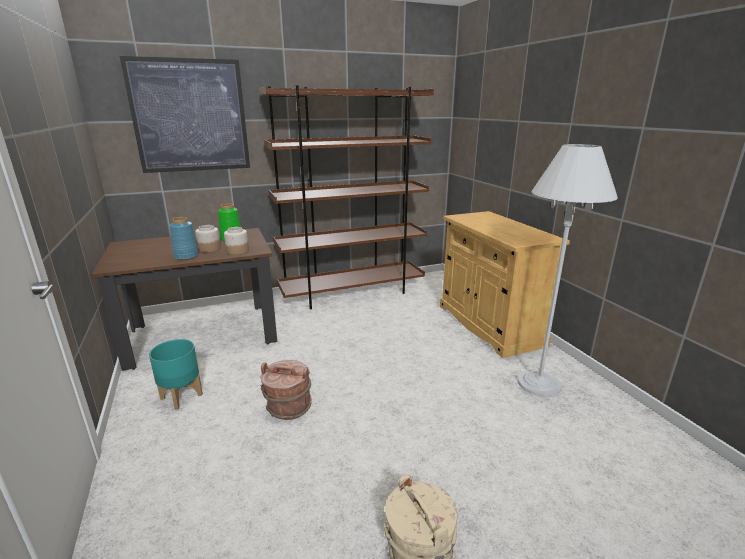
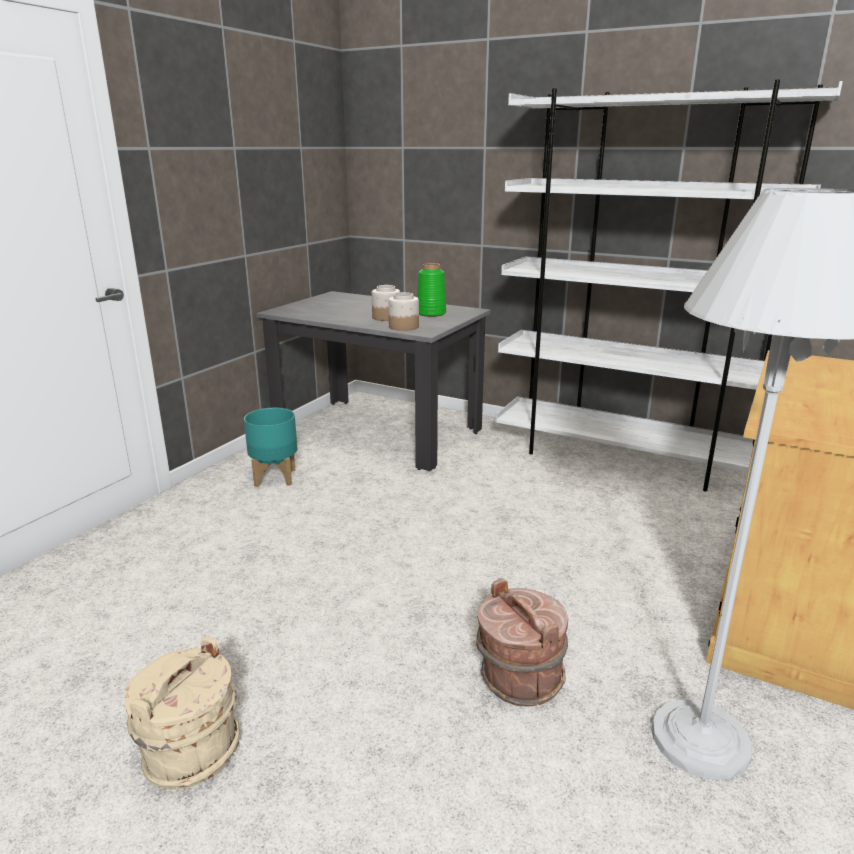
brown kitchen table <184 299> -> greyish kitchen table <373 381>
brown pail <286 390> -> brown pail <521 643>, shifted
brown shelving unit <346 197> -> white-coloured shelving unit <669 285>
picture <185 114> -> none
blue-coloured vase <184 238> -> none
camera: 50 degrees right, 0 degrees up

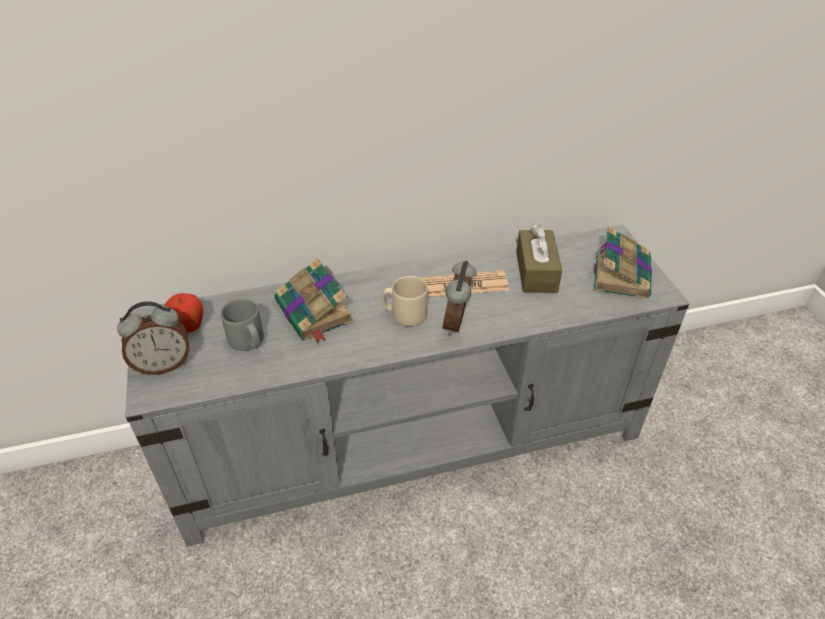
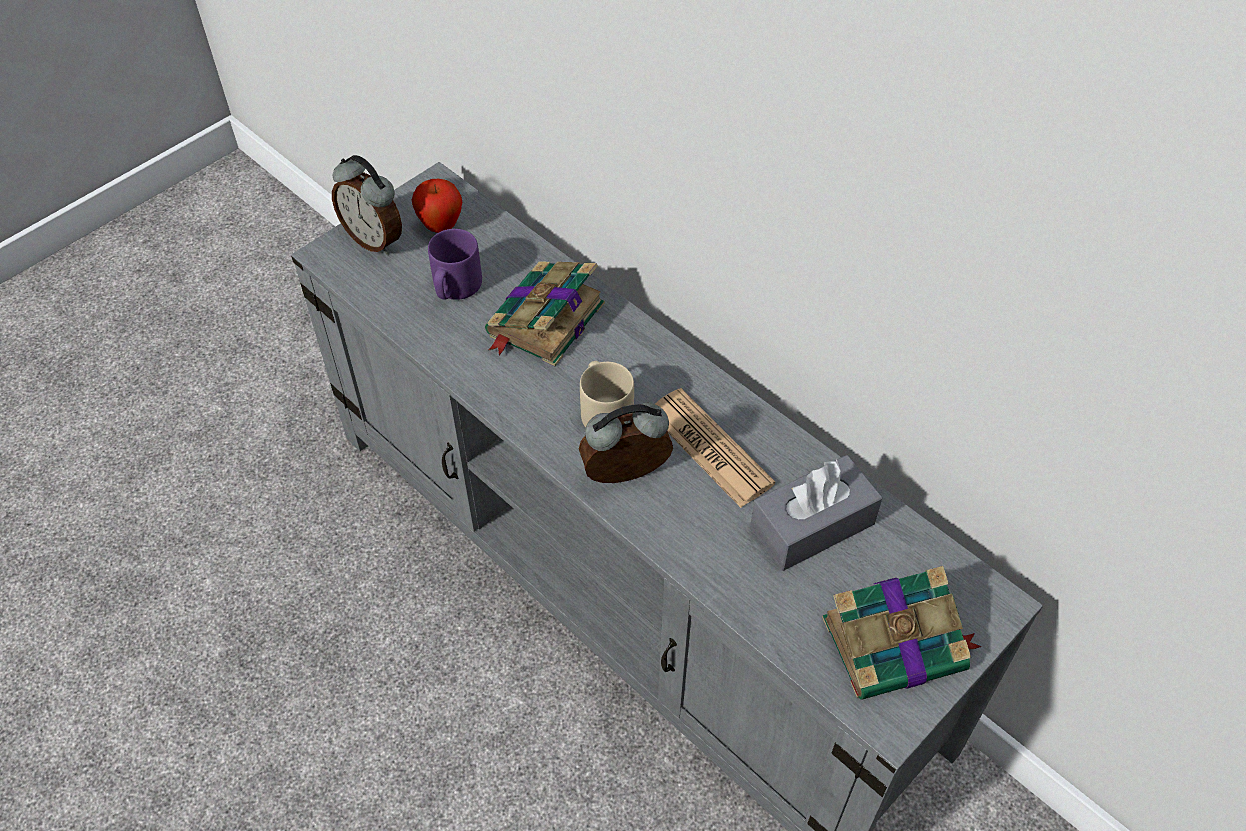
greyish coffee mug <242 324> -> purple-coloured coffee mug <455 264>
brown tissue box <539 258> -> greyish tissue box <816 513>
camera: 60 degrees right, 10 degrees up

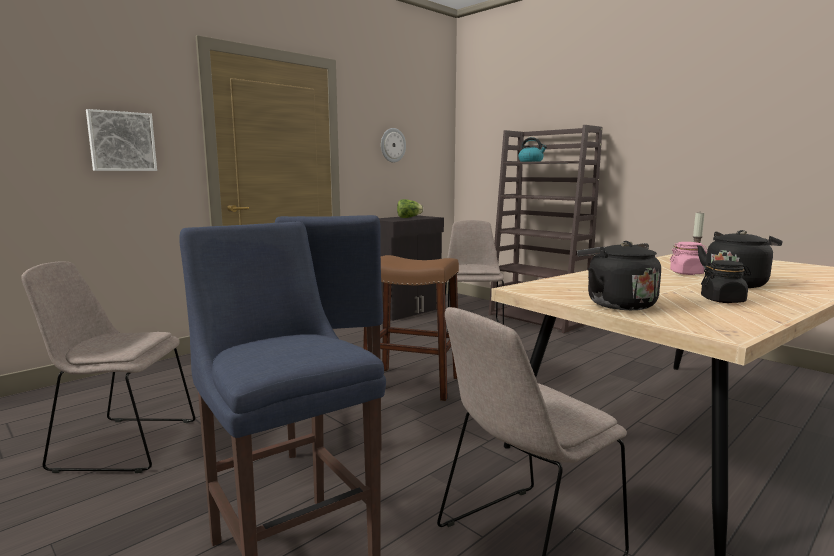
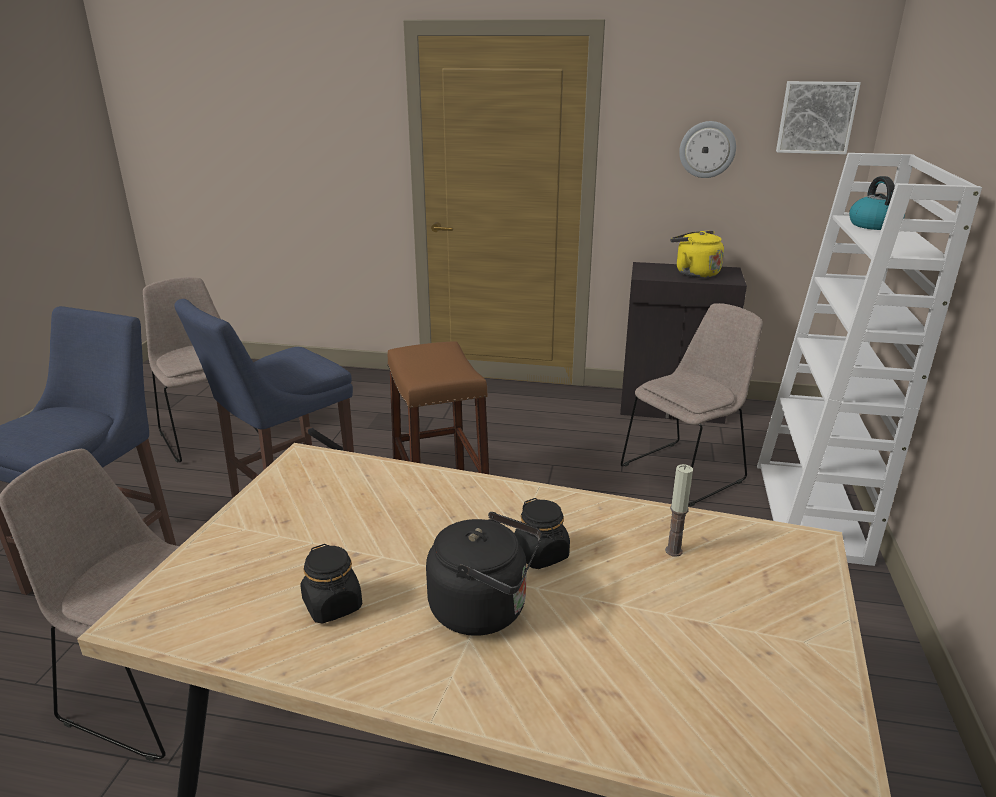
pink preserve jar <688 258> -> black preserve jar <542 533>
lettuce head <410 208> -> yellowish kettle <697 254>
brown shelving unit <545 229> -> white-coloured shelving unit <869 359>
picture <121 140> -> picture <818 117>, shifted
black kettle <619 275> -> none
camera: 55 degrees right, 15 degrees up

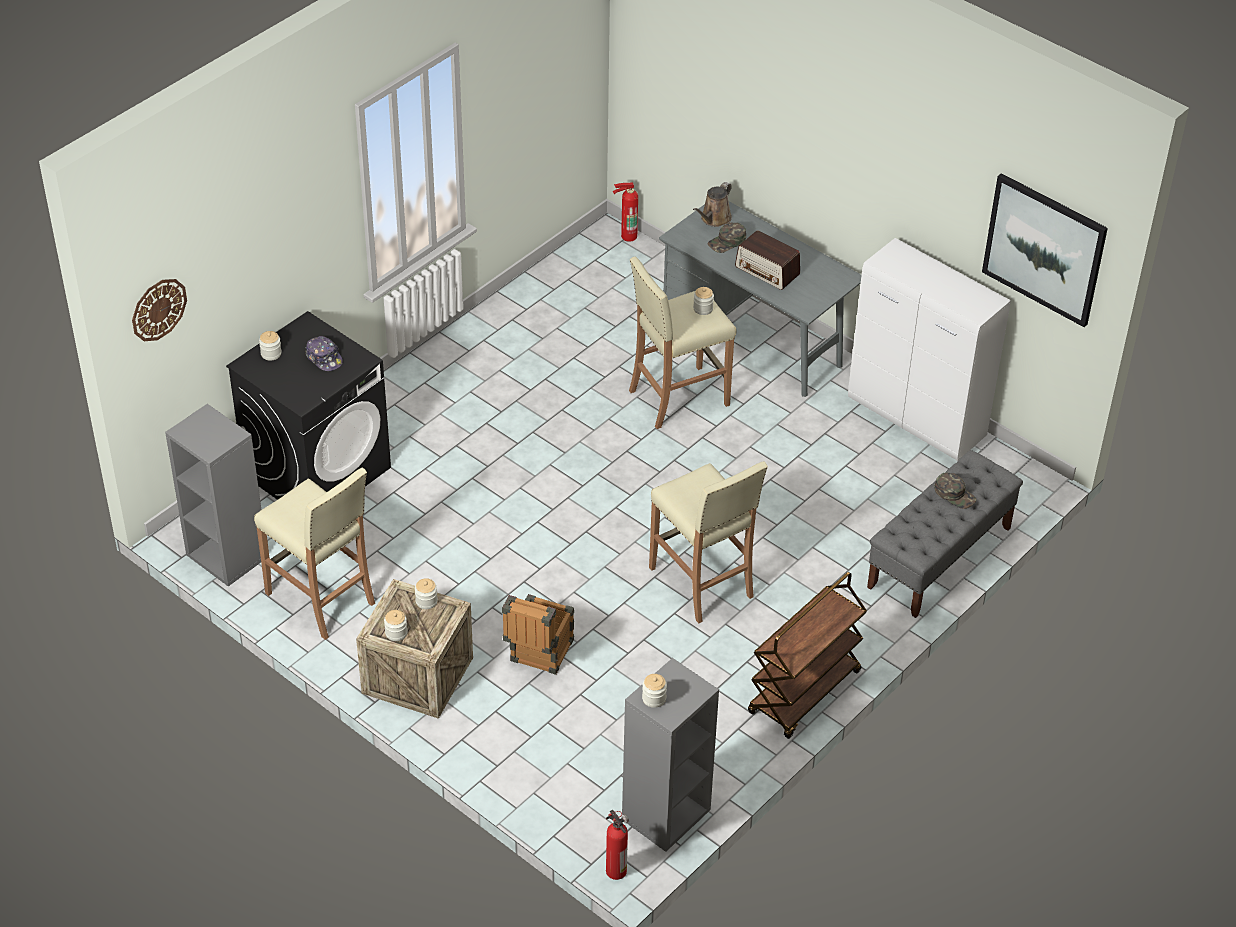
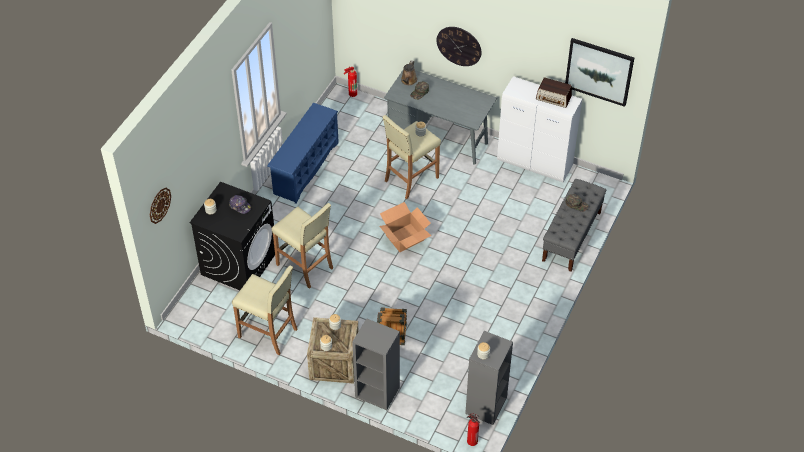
none -> blue-coloured shoe rack <303 153>
beige stool seat <708 542> -> beige stool seat <302 246>, shifted
greyish shelving unit <213 495> -> greyish shelving unit <376 364>, shifted
none -> cardboard box <405 227>
none -> wall clock <459 46>
radio <767 260> -> radio <554 93>, shifted
brown wheeled cart <807 655> -> none
camera: 15 degrees left, 5 degrees up

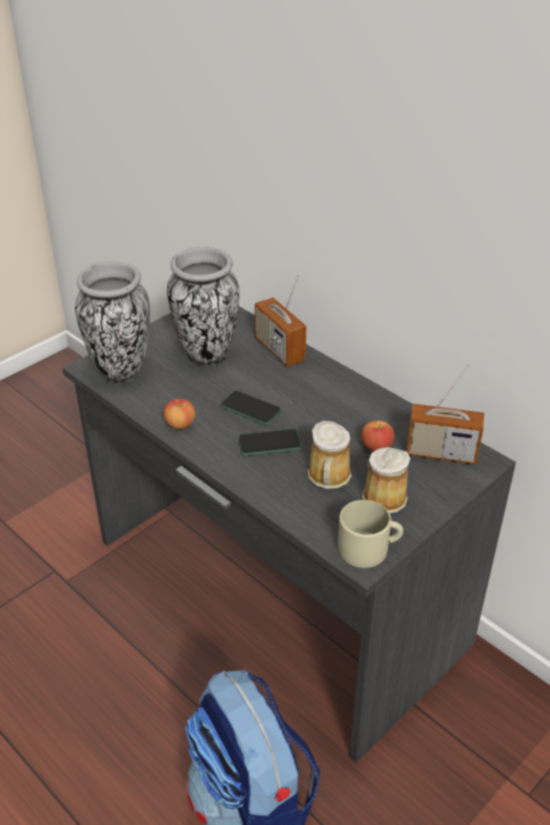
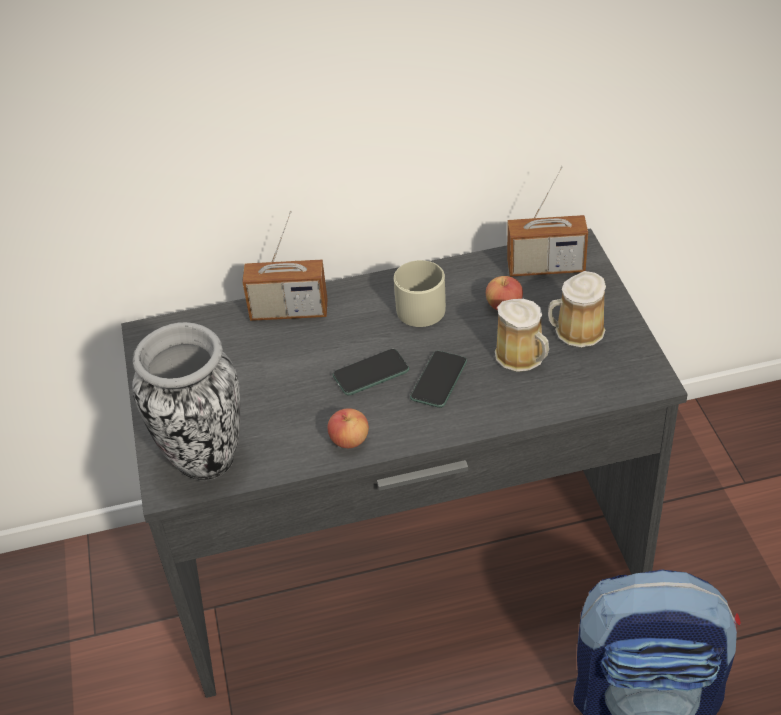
beige coffee mug <370 534> -> beige coffee mug <420 293>, shifted
radio <445 414> -> radio <547 221>, 45 degrees clockwise
vase <203 307> -> none
camera: 55 degrees left, 5 degrees up

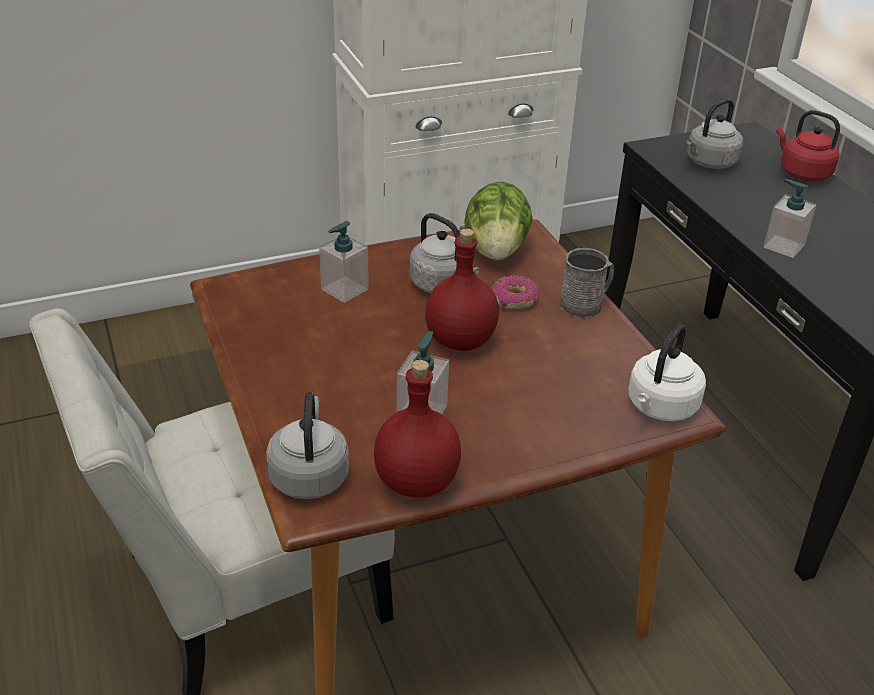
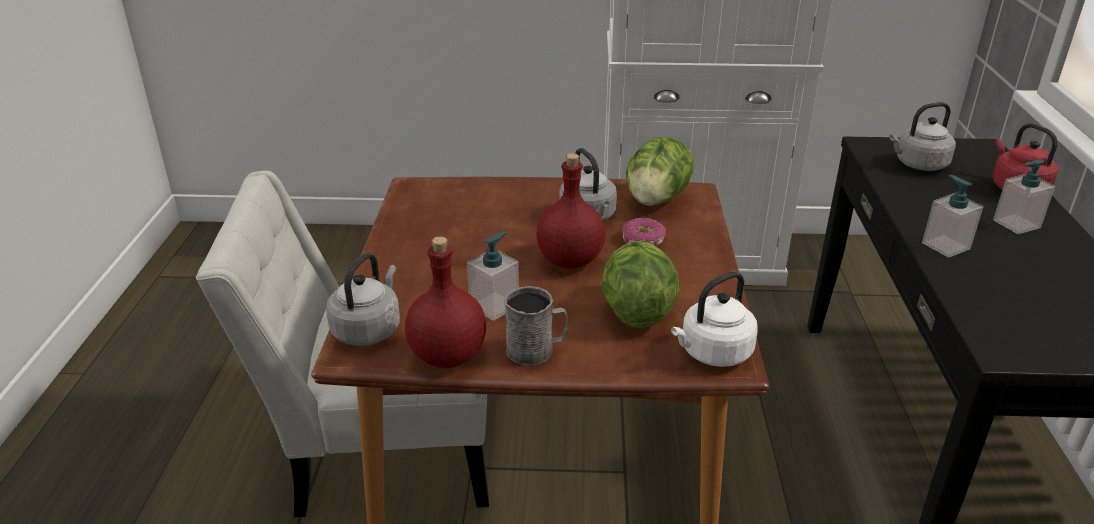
greyish coffee mug <587 283> -> greyish coffee mug <536 326>, shifted
none -> lettuce head <641 284>
soap dispenser <344 262> -> soap dispenser <1024 196>, shifted
camera: 25 degrees right, 5 degrees down

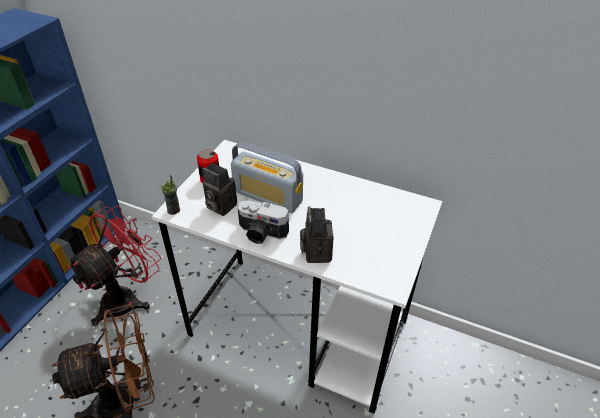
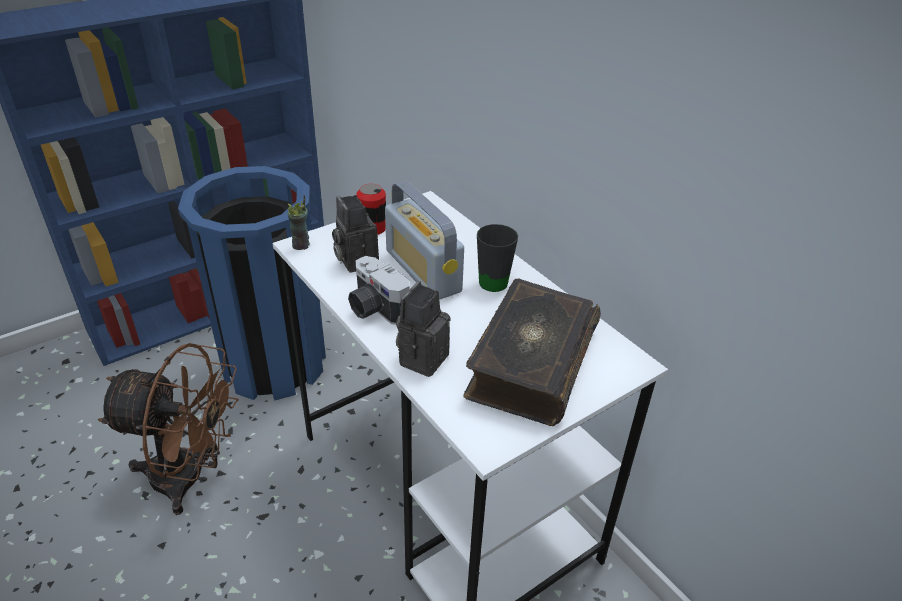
reddish cooling fan <114 266> -> blue-coloured rubbish bin <252 283>
none -> volume <532 352>
none -> black coffee mug <497 258>
camera: 30 degrees right, 5 degrees down

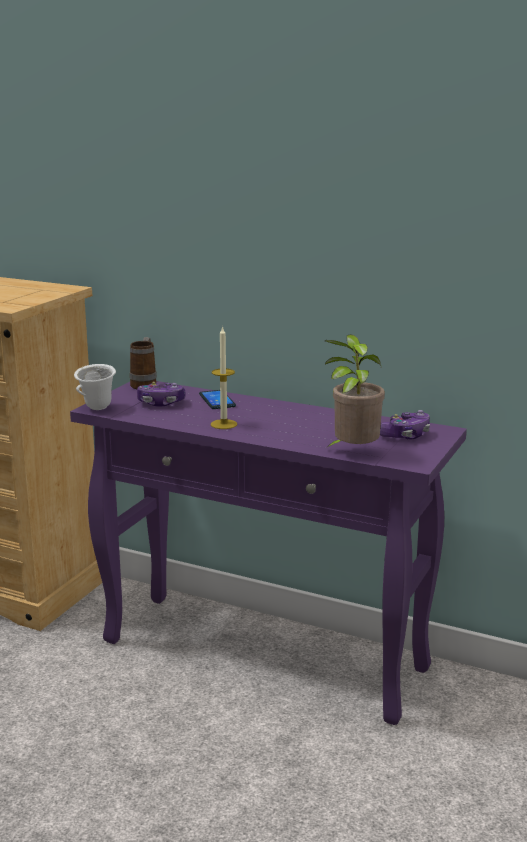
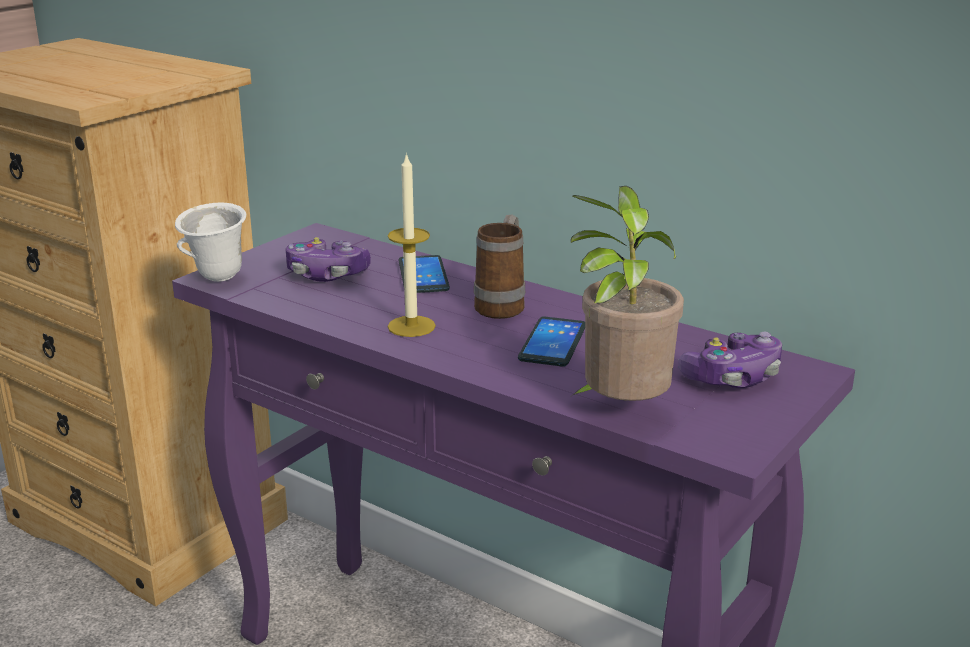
coffee mug <143 363> -> coffee mug <499 267>, shifted
none -> telephone <551 341>
camera: 10 degrees right, 5 degrees up

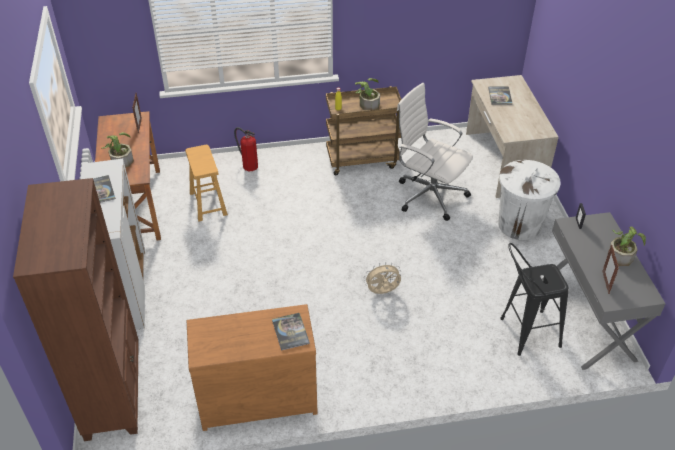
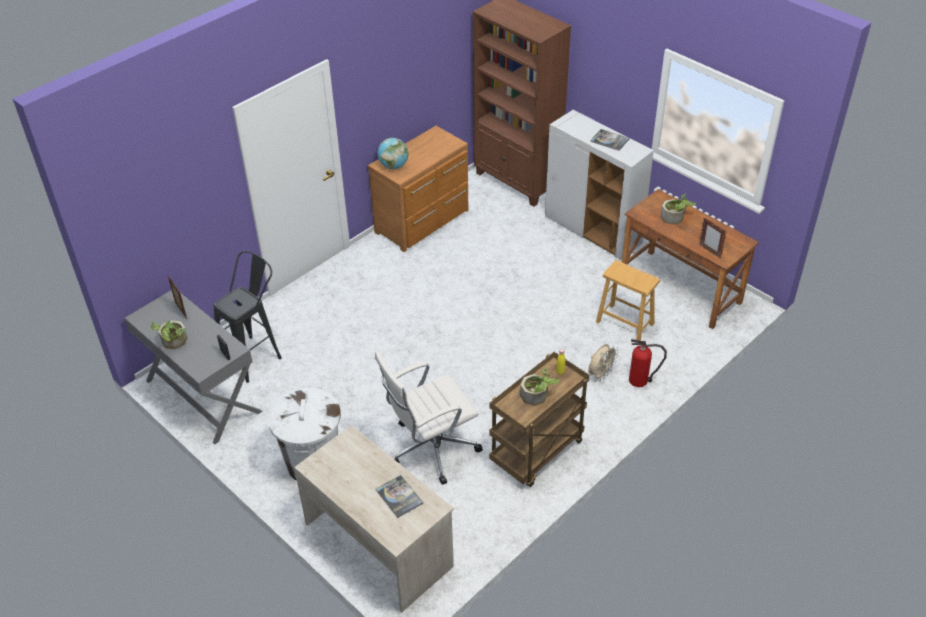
white-coloured computer chair <435 152> -> white-coloured computer chair <429 417>, 150 degrees clockwise
volume <291 332> -> world globe <393 153>
beige cooling fan <382 278> -> beige cooling fan <603 362>, shifted
camera: 145 degrees right, 0 degrees up

